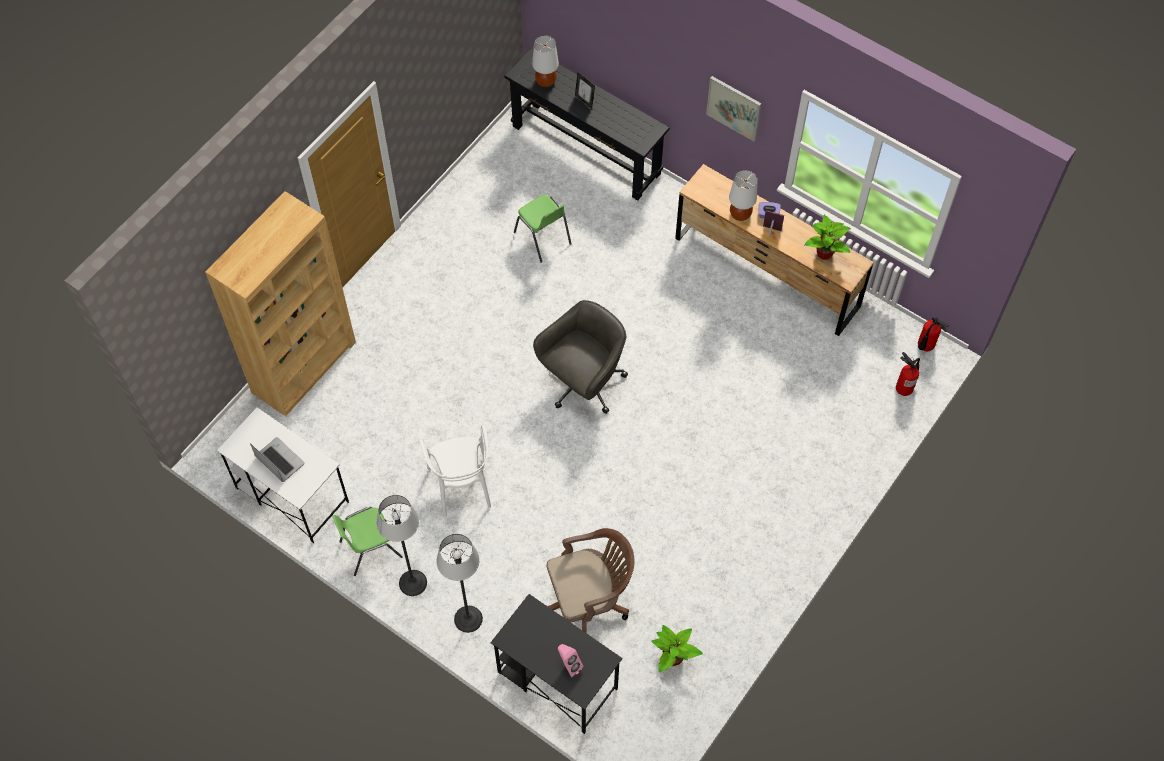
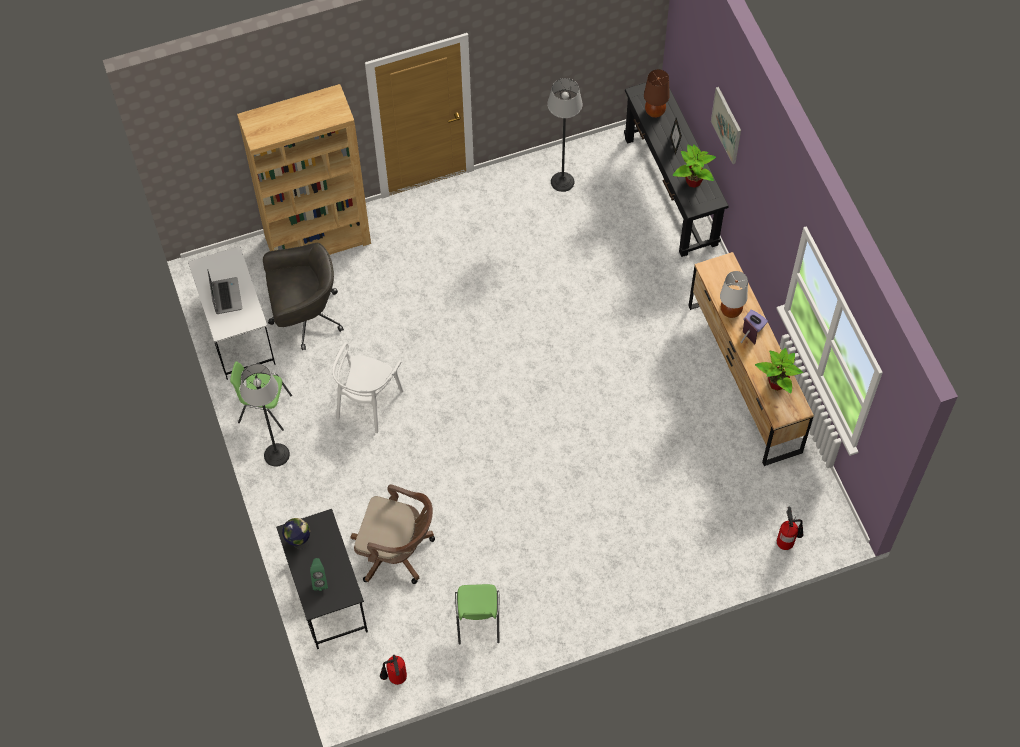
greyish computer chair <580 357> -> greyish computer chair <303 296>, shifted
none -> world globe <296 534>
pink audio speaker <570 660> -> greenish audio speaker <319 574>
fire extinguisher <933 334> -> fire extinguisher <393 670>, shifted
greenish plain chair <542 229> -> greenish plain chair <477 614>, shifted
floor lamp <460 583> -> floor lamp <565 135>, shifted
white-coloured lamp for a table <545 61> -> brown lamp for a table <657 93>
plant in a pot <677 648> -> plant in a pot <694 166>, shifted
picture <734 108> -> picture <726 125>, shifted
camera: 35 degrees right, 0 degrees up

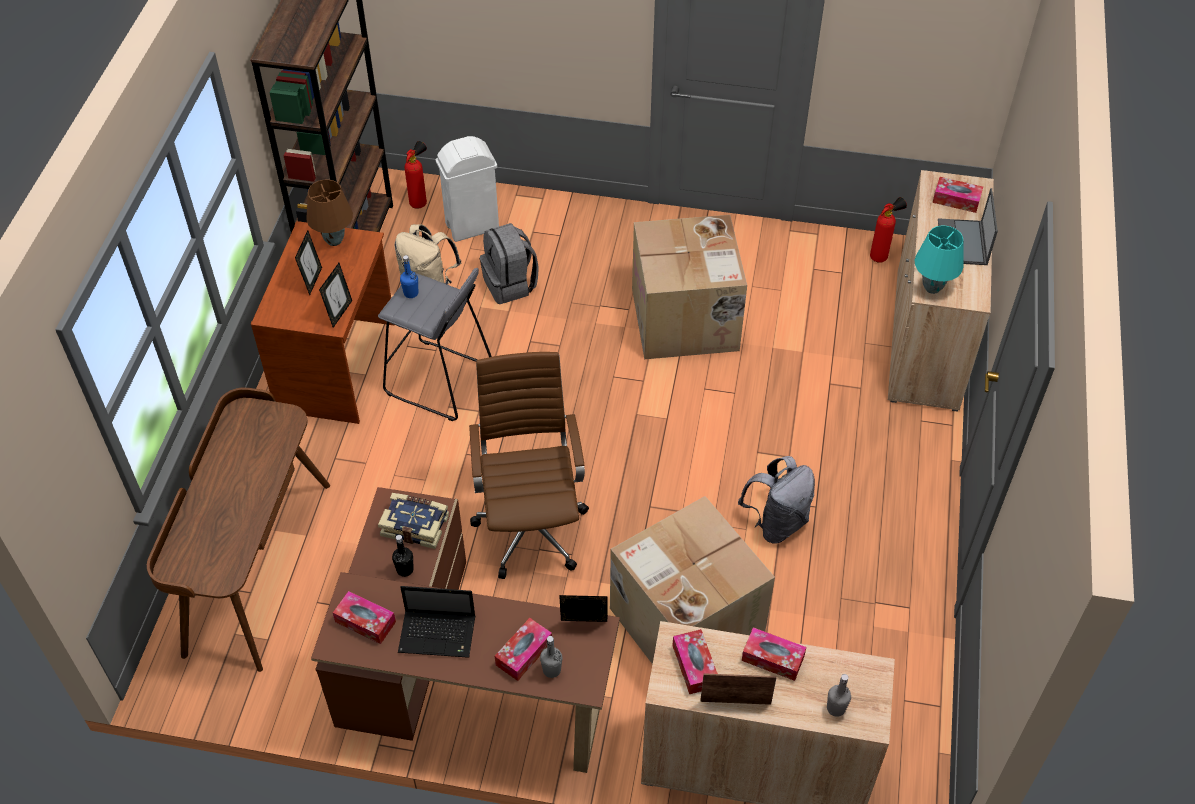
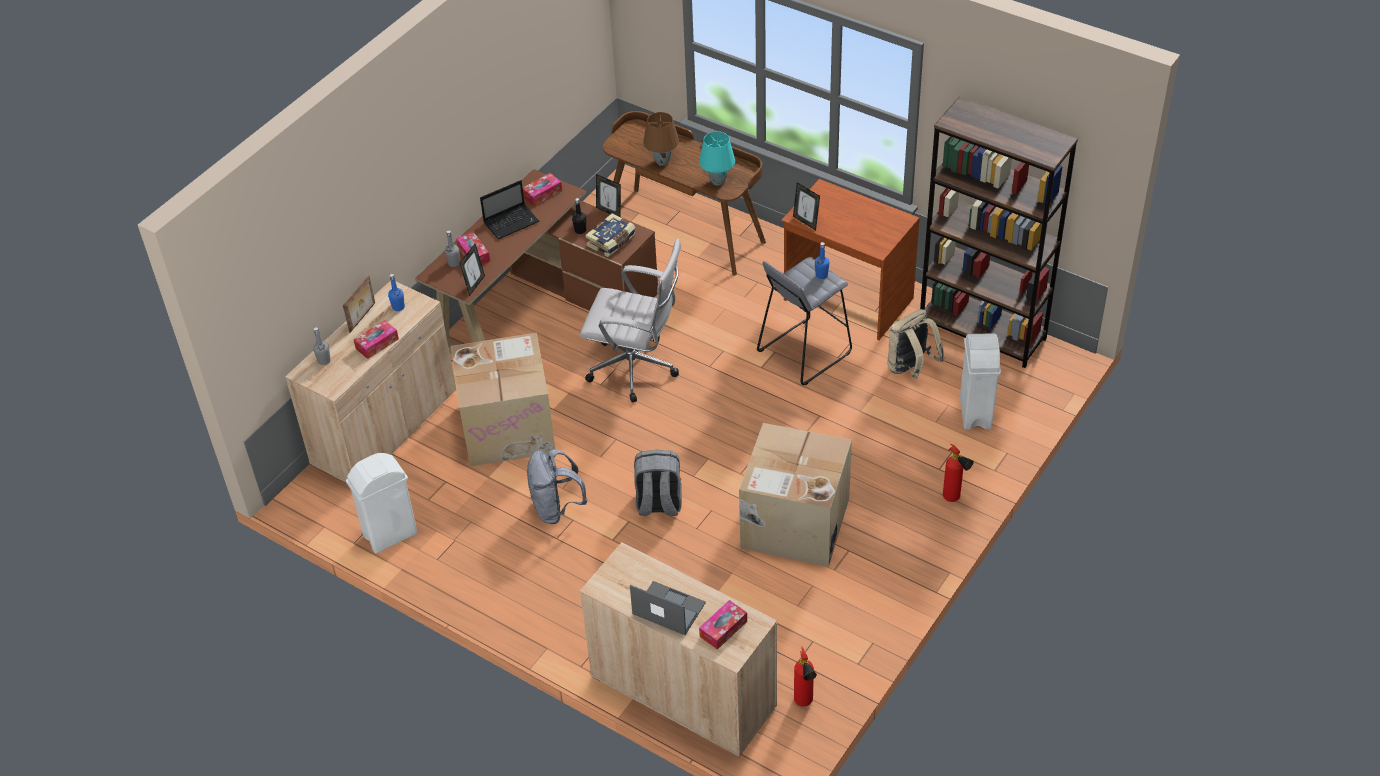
none -> white-coloured rubbish bin <381 503>
tissue box <695 661> -> blue-coloured drink bottle <396 292>
laptop <436 622> -> laptop <509 209>, 150 degrees counterclockwise
brown computer chair <529 465> -> white-coloured computer chair <630 320>
photo frame <308 262> -> photo frame <608 195>, shifted
greyish backpack <509 263> -> greyish backpack <658 483>, shifted
brown lamp for a table <329 213> -> brown lamp for a table <661 139>, shifted
turquoise lamp for a table <939 259> -> turquoise lamp for a table <717 158>, shifted
fire extinguisher <415 175> -> fire extinguisher <958 473>, shifted
camera: 115 degrees right, 5 degrees down

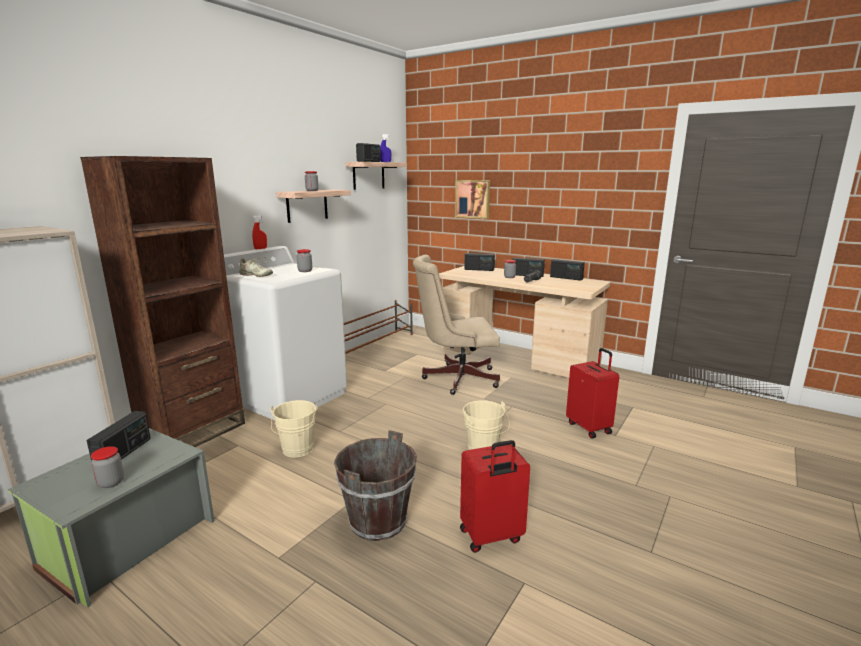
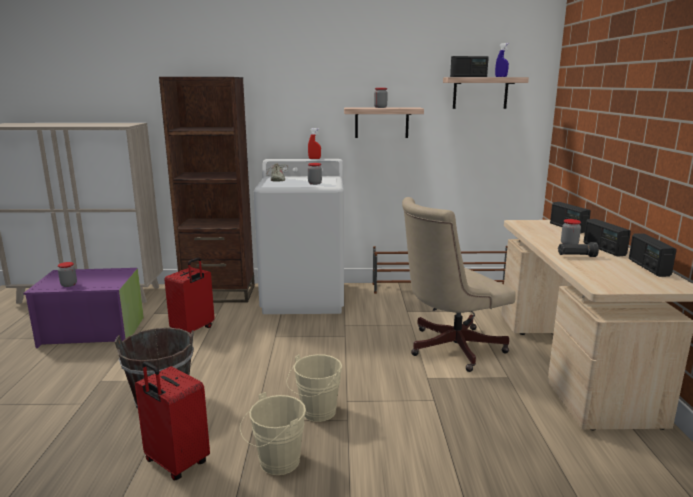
greyish storage bin <110 517> -> purple-coloured storage bin <83 308>
reddish travel case <592 393> -> reddish travel case <189 295>, shifted
beige pail <294 429> -> beige pail <273 433>, shifted
beige computer chair <456 325> -> beige computer chair <459 284>, 75 degrees counterclockwise
radio <118 436> -> none
picture <472 199> -> none
camera: 55 degrees right, 0 degrees up

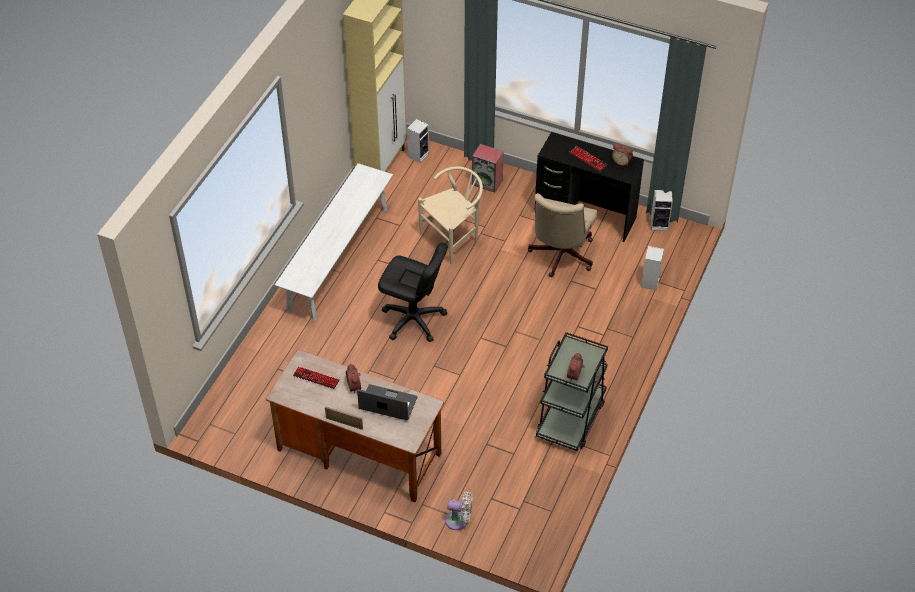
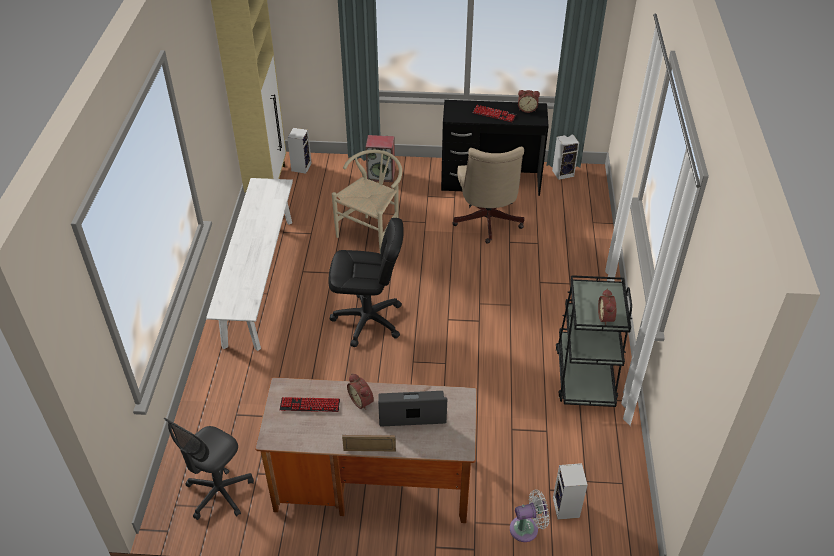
none -> greyish computer chair <208 469>
audio speaker <652 268> -> audio speaker <570 491>, shifted
camera: 20 degrees left, 5 degrees down

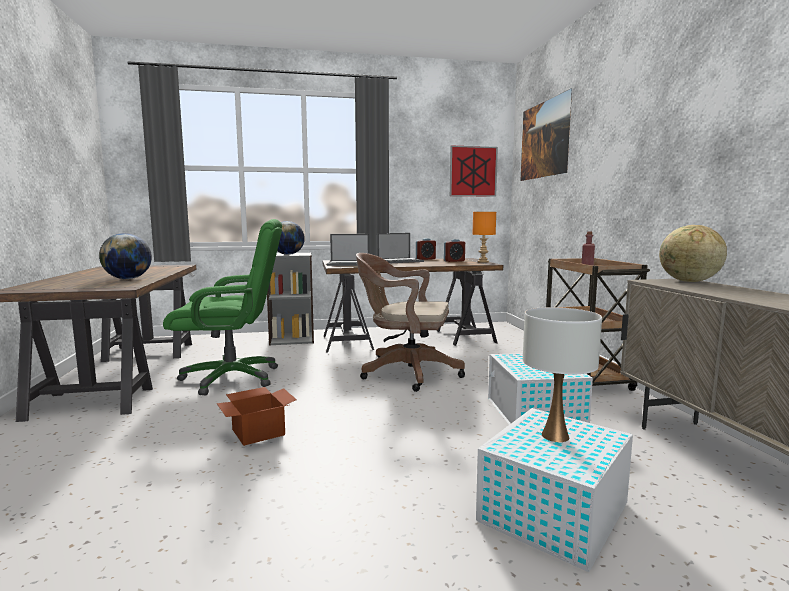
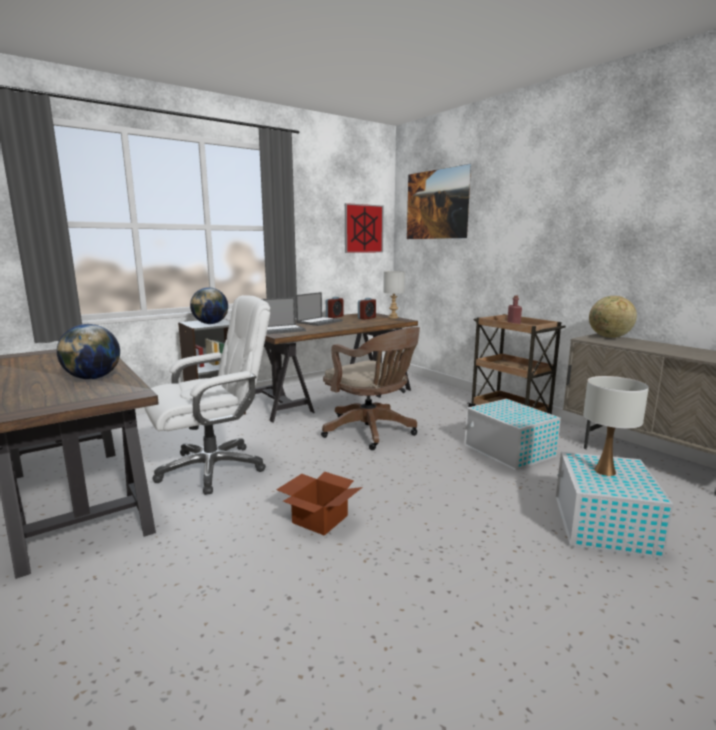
greenish computer chair <222 307> -> white-coloured computer chair <207 395>
brown computer chair <410 322> -> brown computer chair <370 388>, 120 degrees counterclockwise
orangey lamp for a table <484 237> -> greyish lamp for a table <394 295>
camera: 25 degrees left, 5 degrees up

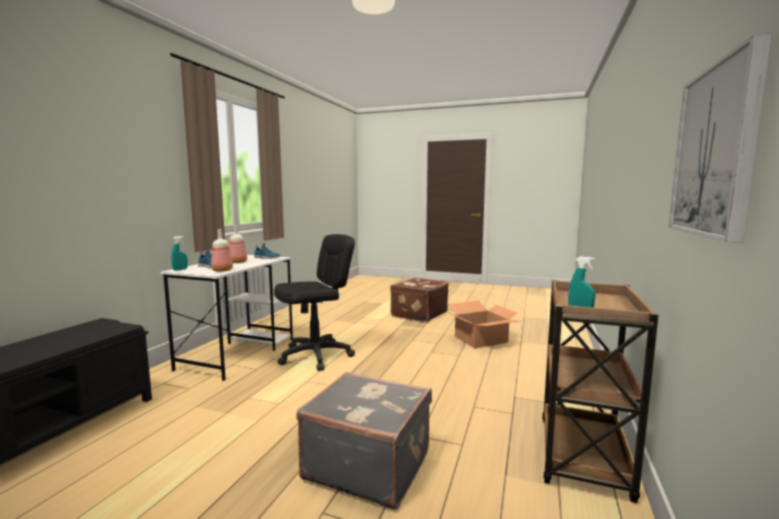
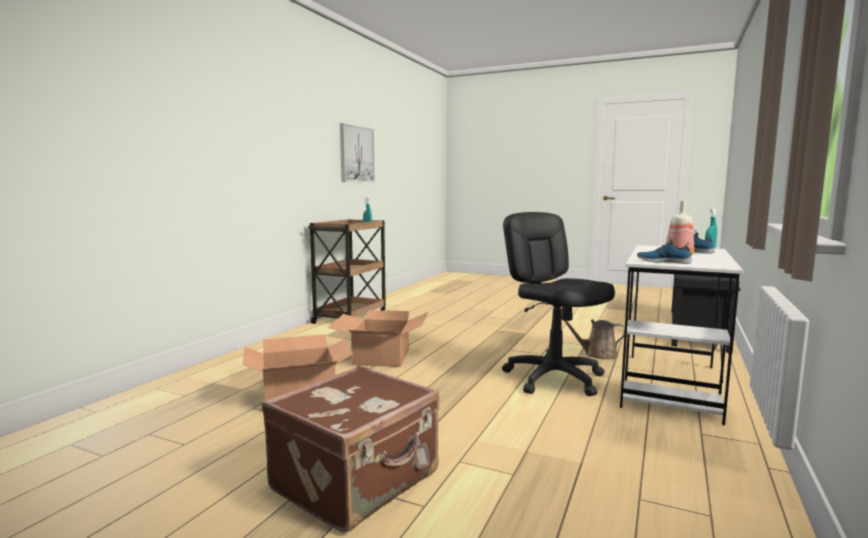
none -> cardboard box <378 338>
black computer chair <314 302> -> black computer chair <558 304>, 90 degrees clockwise
none -> brown watering pot <593 338>
drink bottle <222 250> -> none
greyish travel case <364 440> -> none
camera: 175 degrees left, 0 degrees up

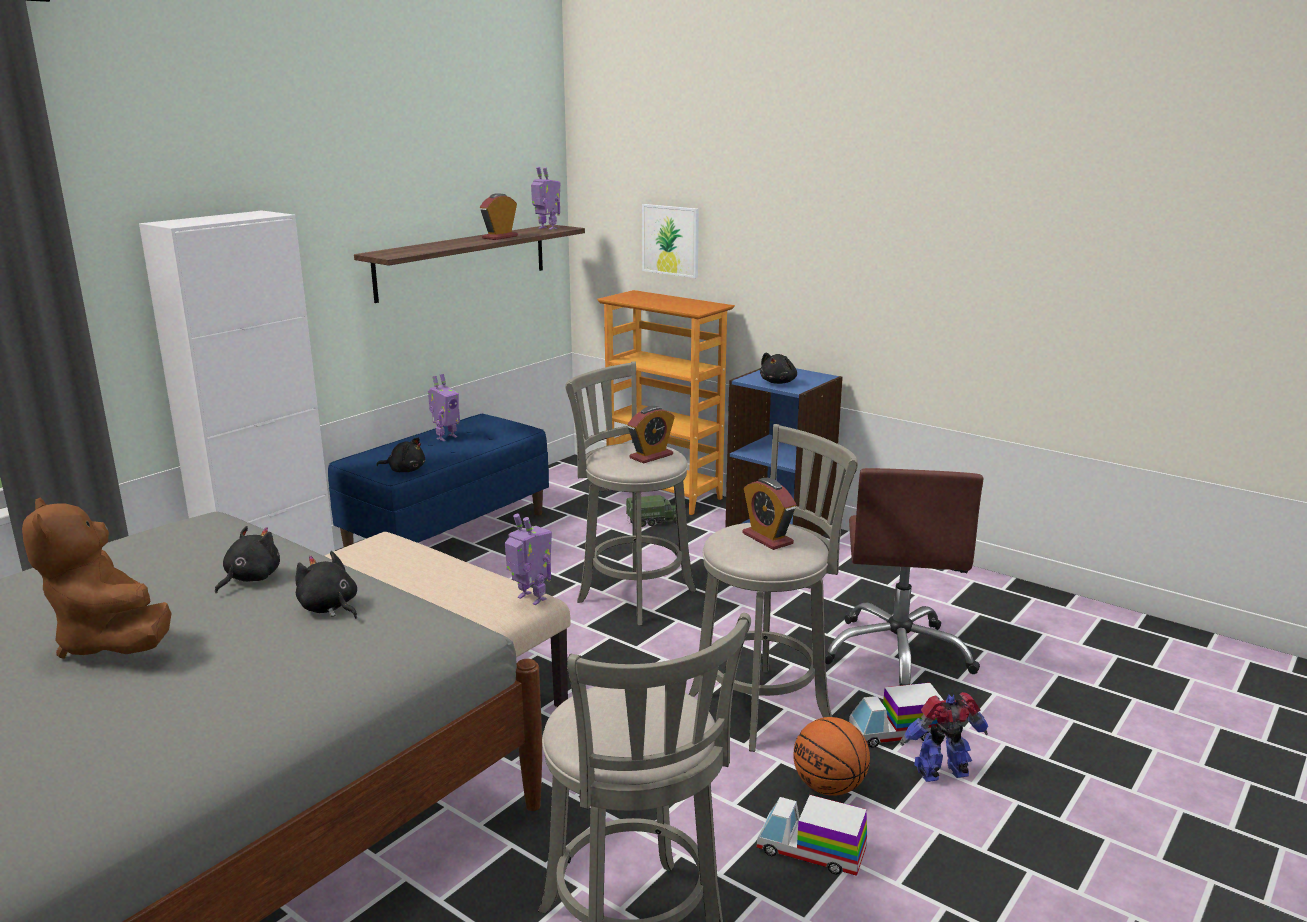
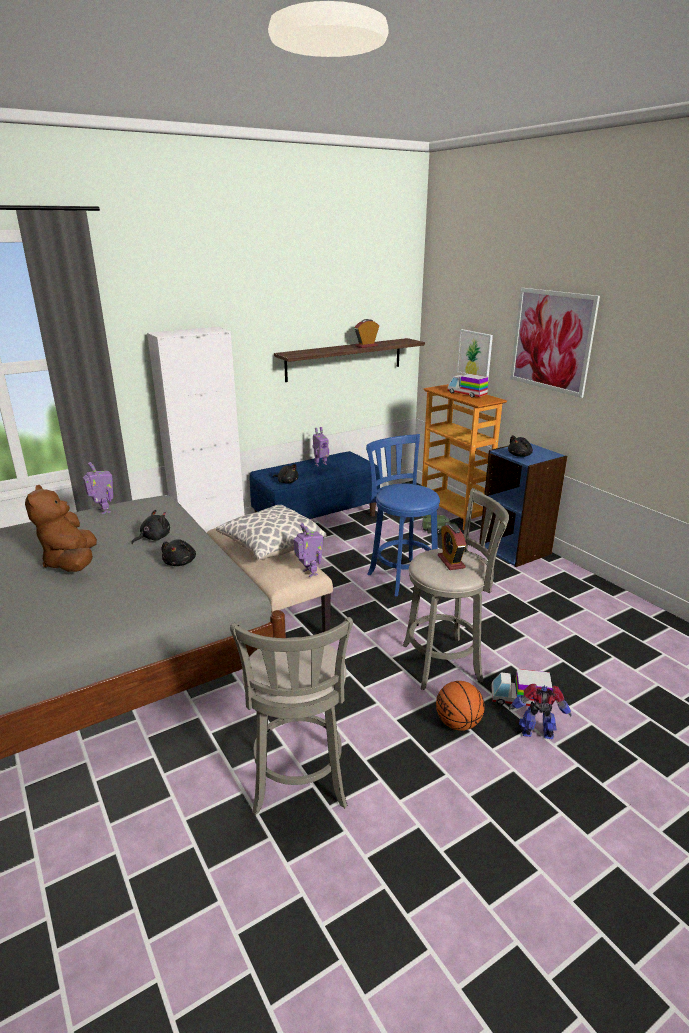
toy robot <545 198> -> toy robot <98 488>, shifted
black cuddly toy <326 585> -> black cuddly toy <179 552>, 150 degrees counterclockwise
none -> pillow <271 533>
greyish stool seat <630 494> -> blue-coloured stool seat <403 515>
toy truck <811 835> -> toy truck <467 386>, shifted
none -> picture <555 343>
alarm clock <651 435> -> none
brown computer chair <904 577> -> none
camera: 20 degrees right, 5 degrees up

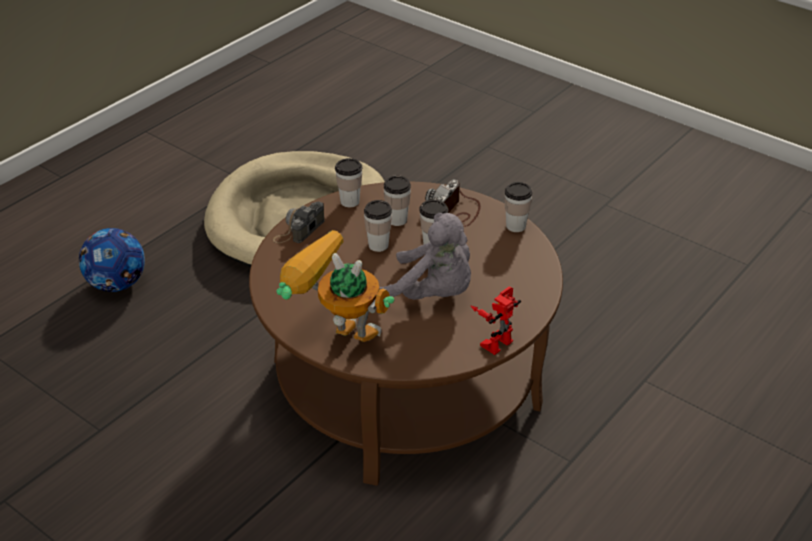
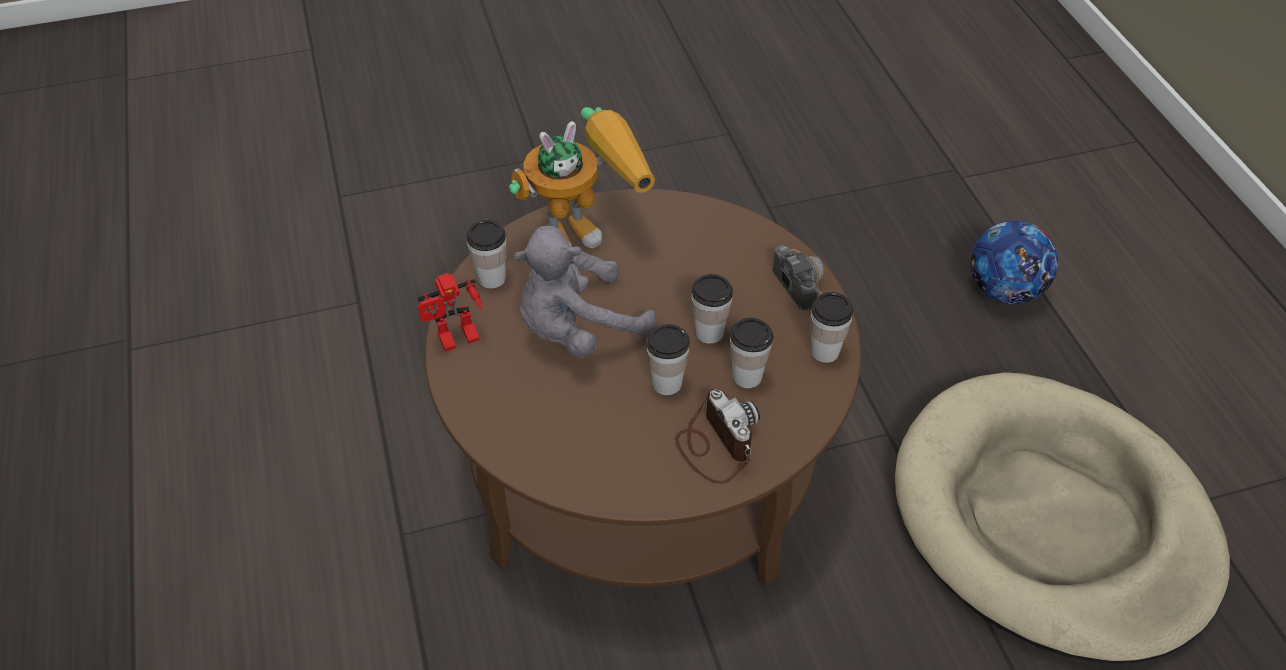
toy robot <496 320> -> toy robot <450 312>, 75 degrees clockwise
small cup <518 207> -> small cup <487 254>, shifted
camera: 125 degrees right, 10 degrees up

